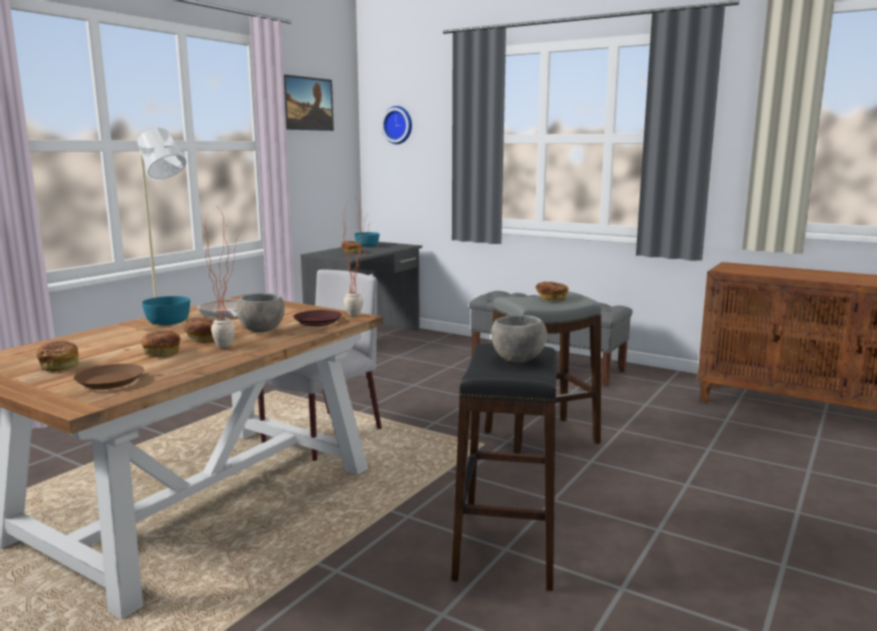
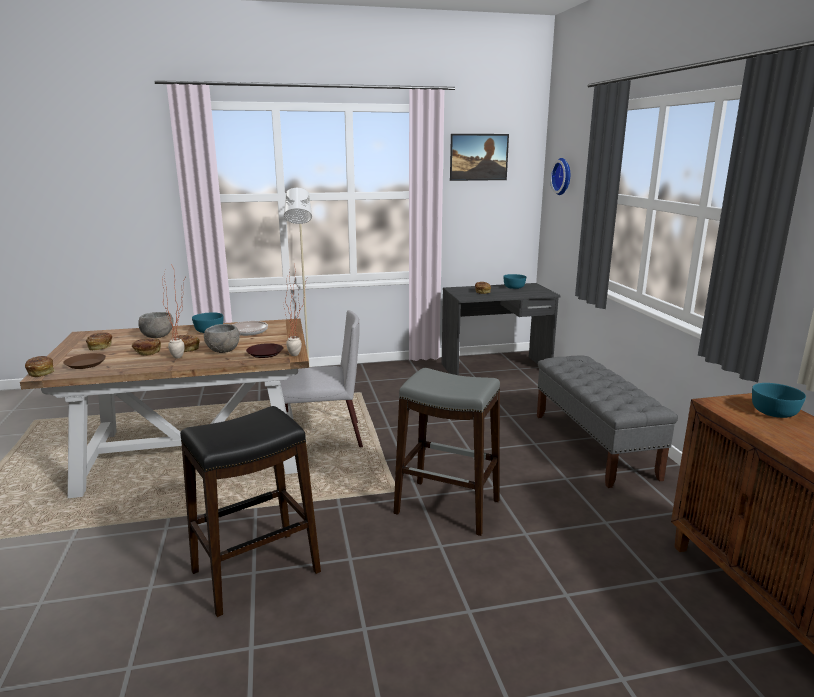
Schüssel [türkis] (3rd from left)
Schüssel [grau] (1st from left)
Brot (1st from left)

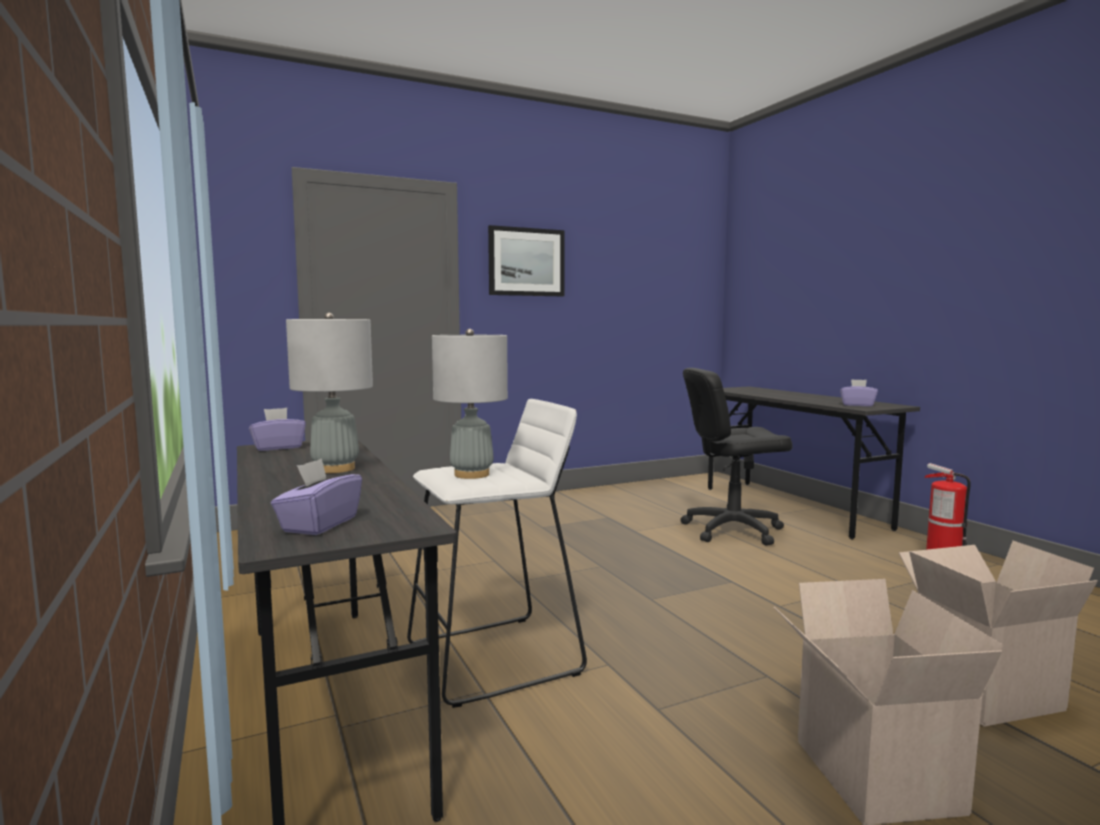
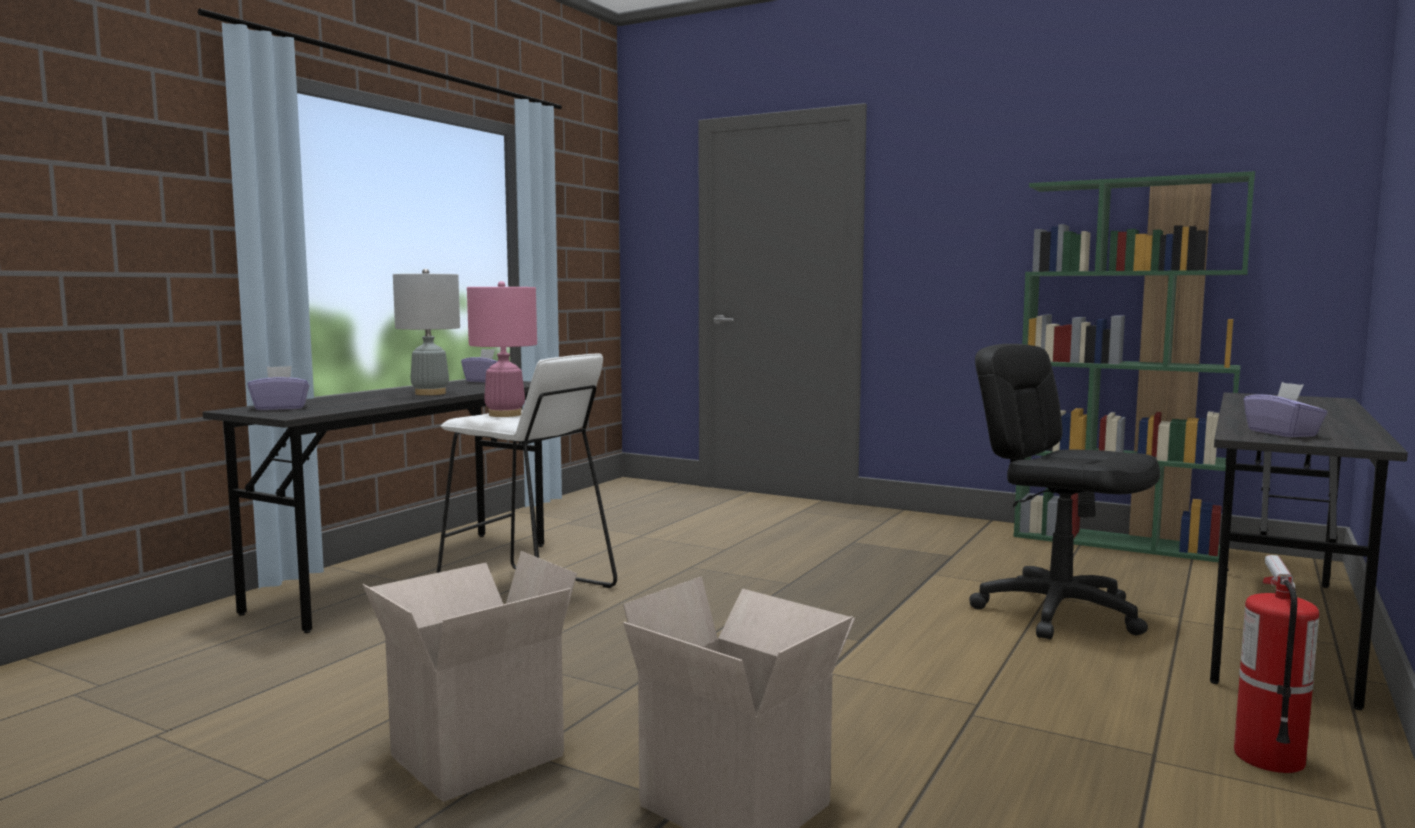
Bild
Bücherregal [grün]
Tischlampe [rosa]

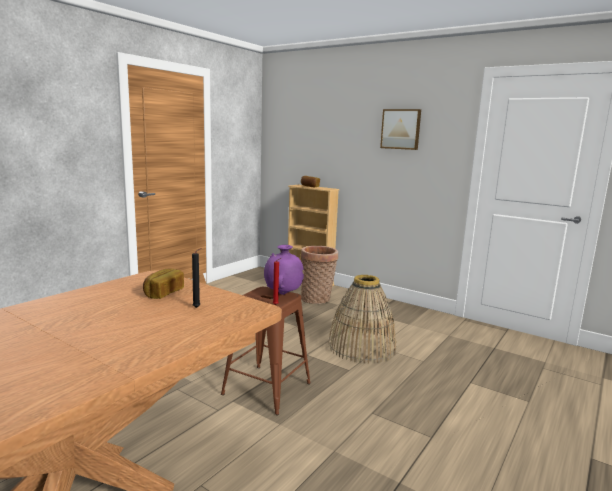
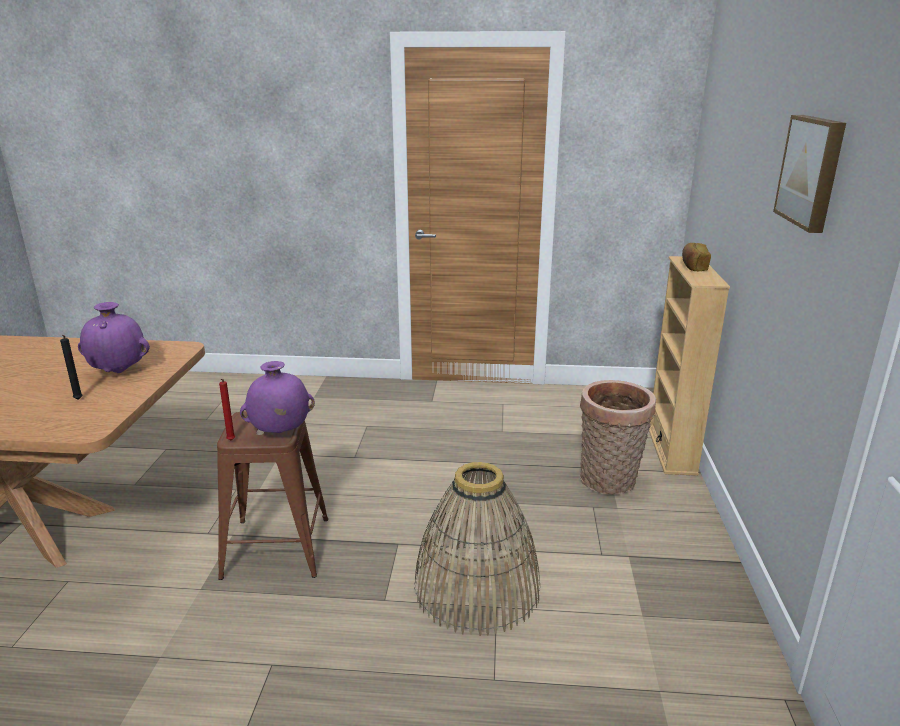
Vase [lila] (1st from left)

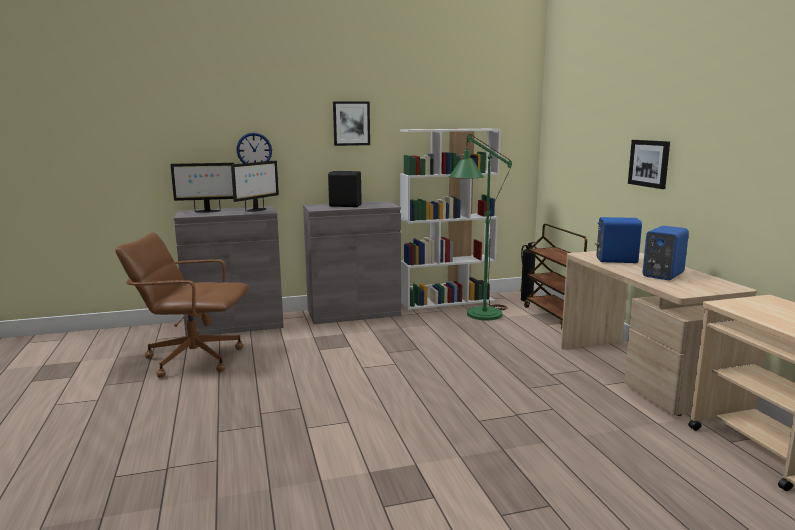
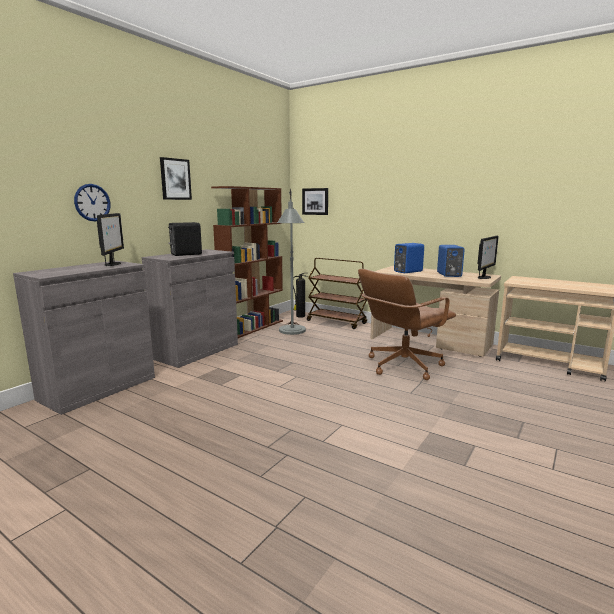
Bürostuhl [braun]
Monitor (2nd from left)
Bild (2nd from left)
Bücherregal [braun]
Stehlampe [grau]

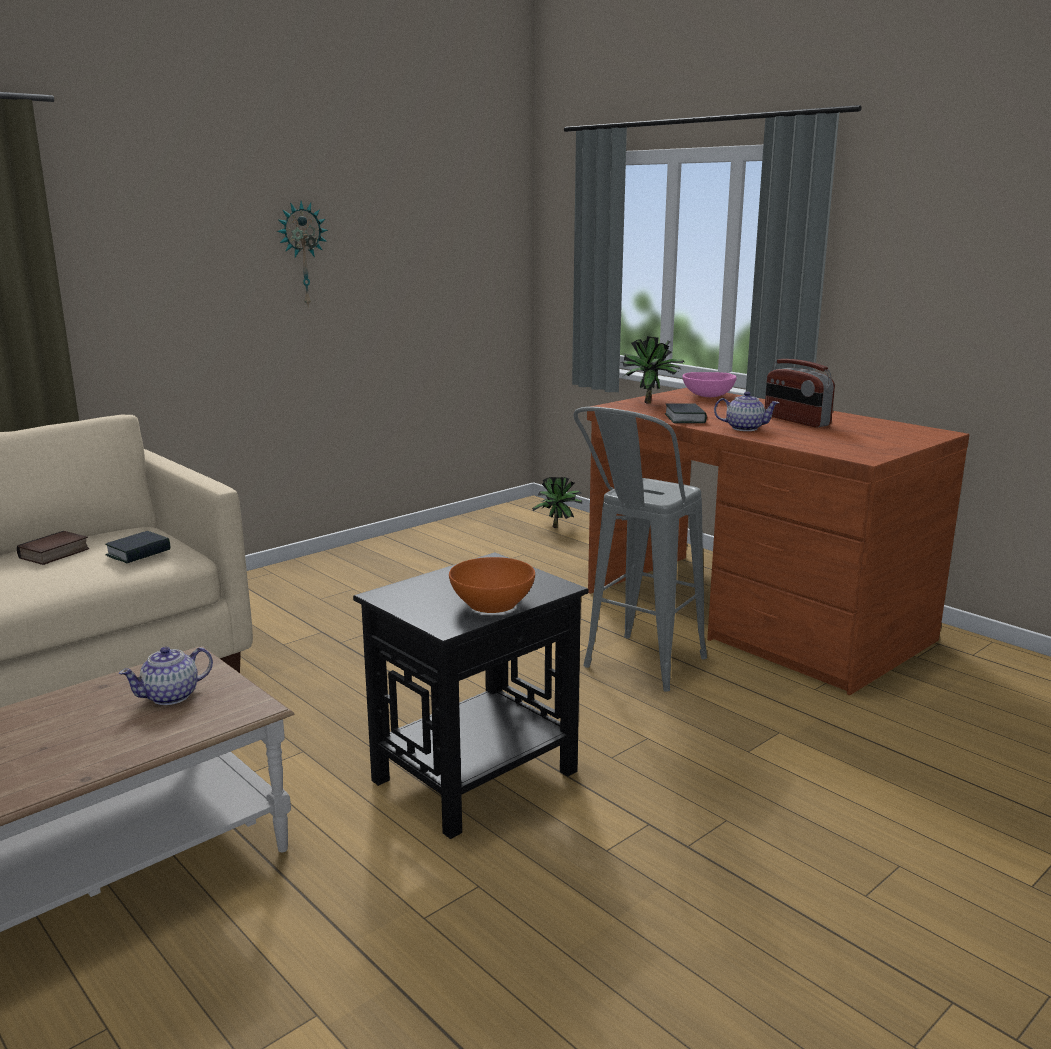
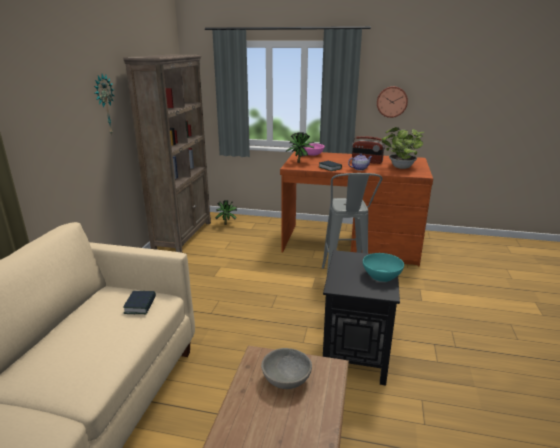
Buch (1st from left in the first image)
Bücherregal [braun]
Wanduhr (2nd from left)
Topfpflanze (3rd from left)
Schüssel [grau]
Schüssel [türkis]

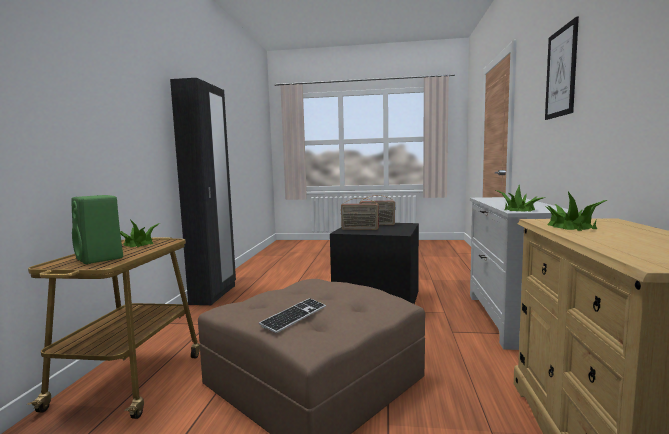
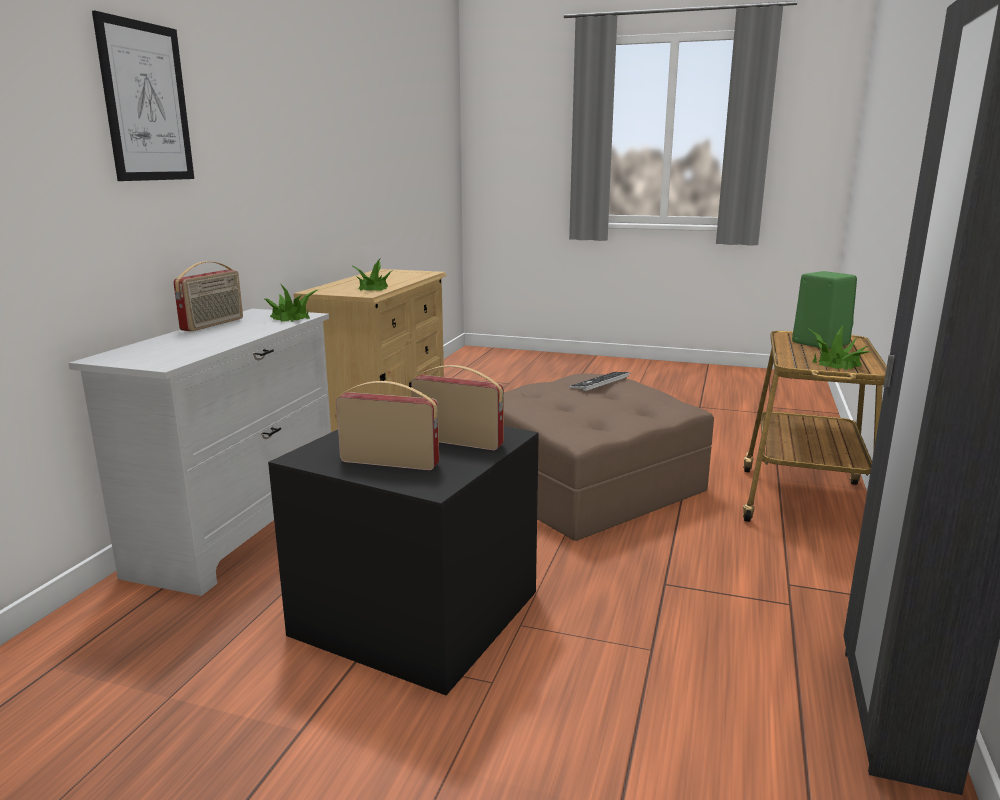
Radio (1st from left)

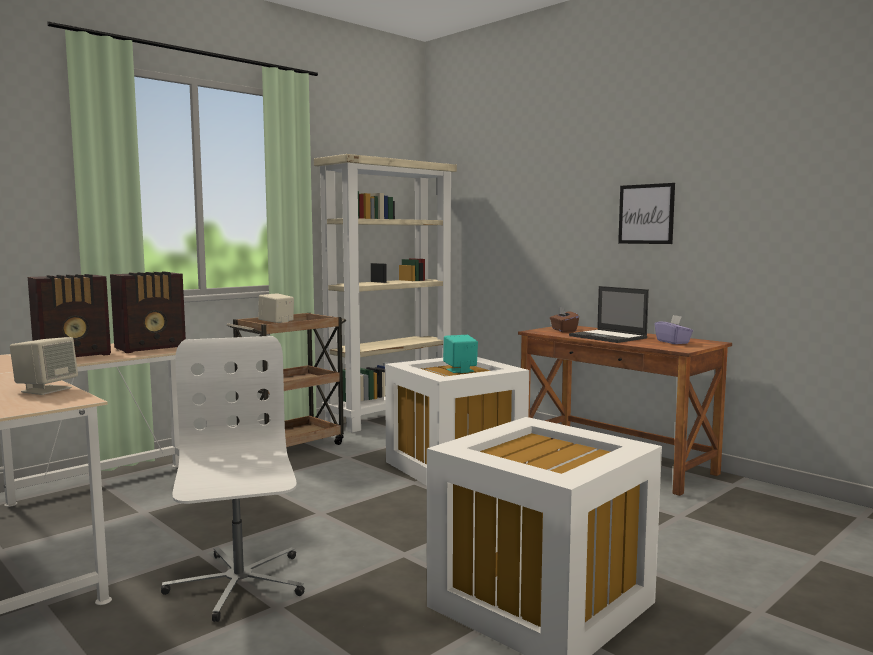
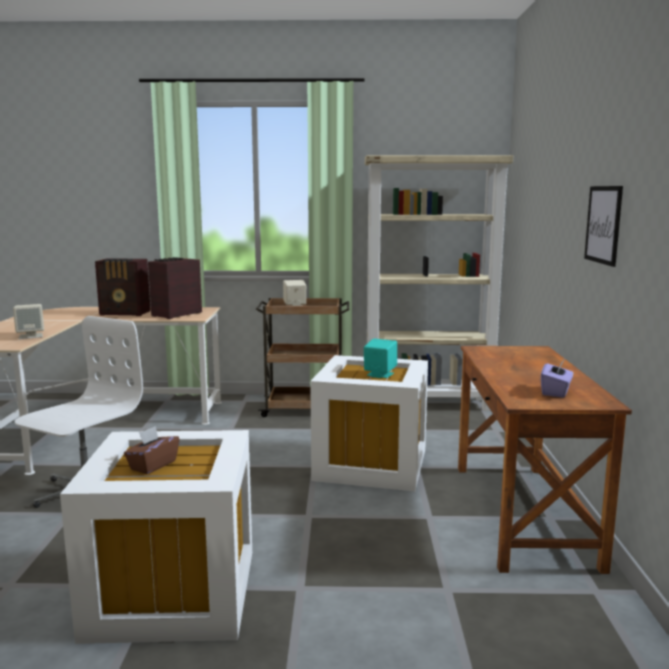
Laptop
Taschentuchbox [braun]
Radio (2nd from left)

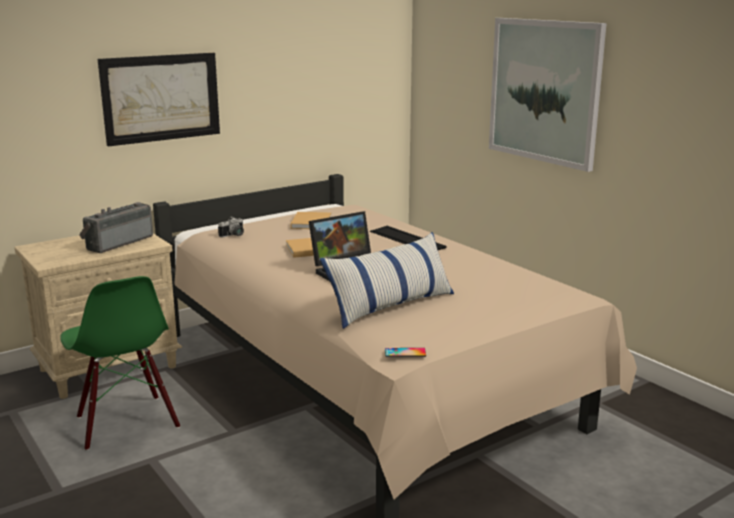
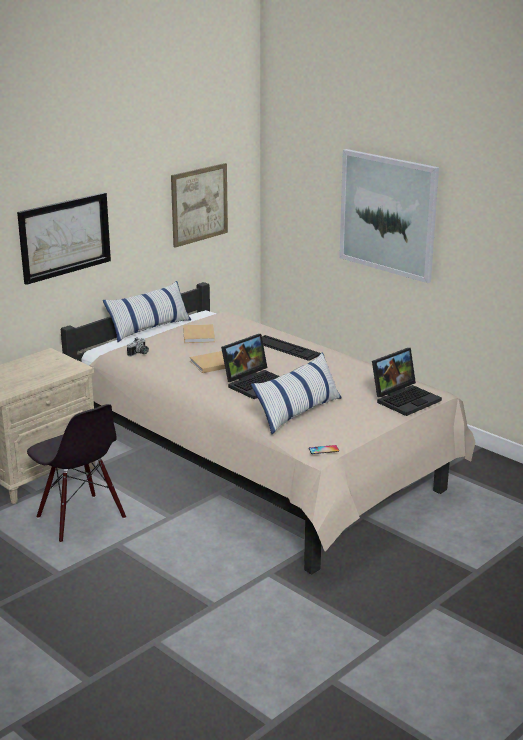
Radio
Kissen (1st from left)
Bild (2nd from left)
Laptop (2nd from left)
Stuhl [schwarz]

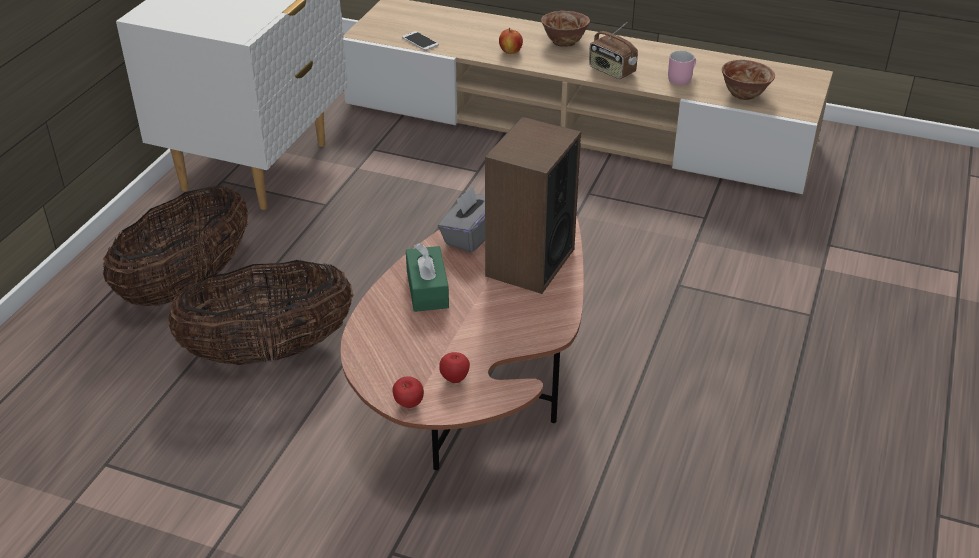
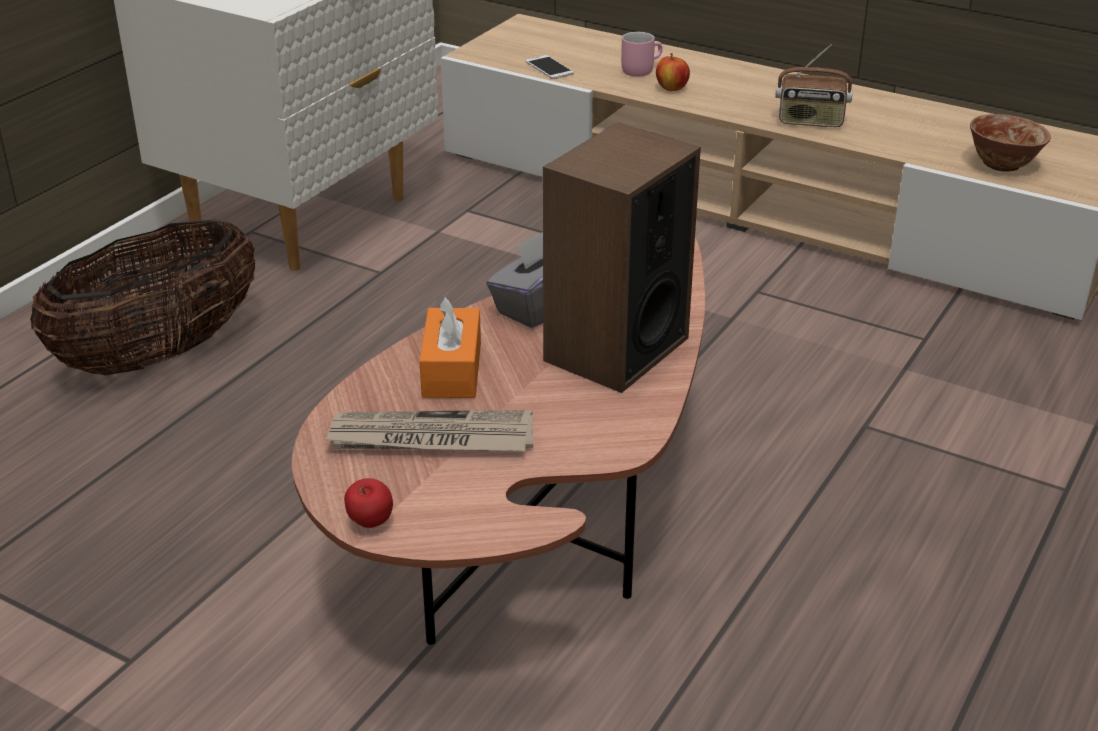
Korb (2nd from left in the first image)
Apfel (2nd from left in the first image)
Schüssel (1st from left in the first image)
Zeitung
Henkelbecher [rosa]
Taschentuchbox [orange]
Radio

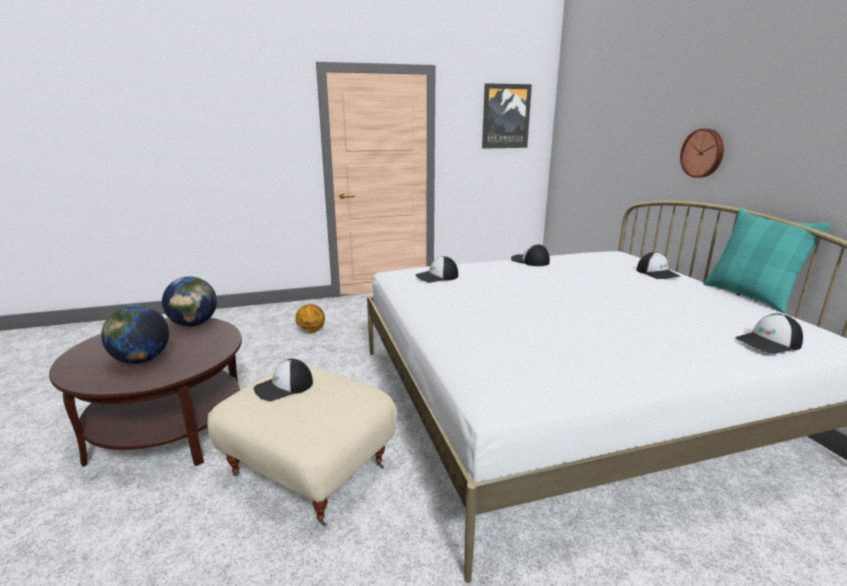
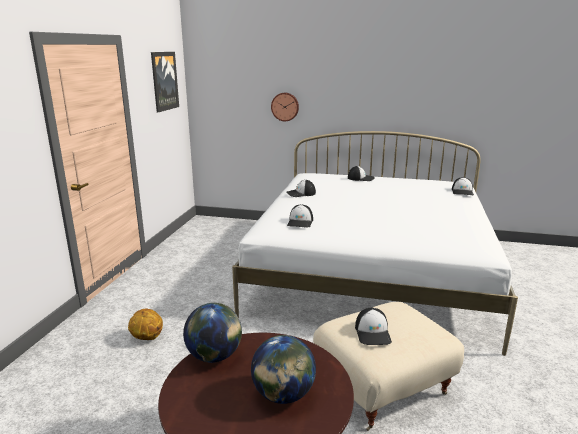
Kissen [türkis]
Wanduhr

